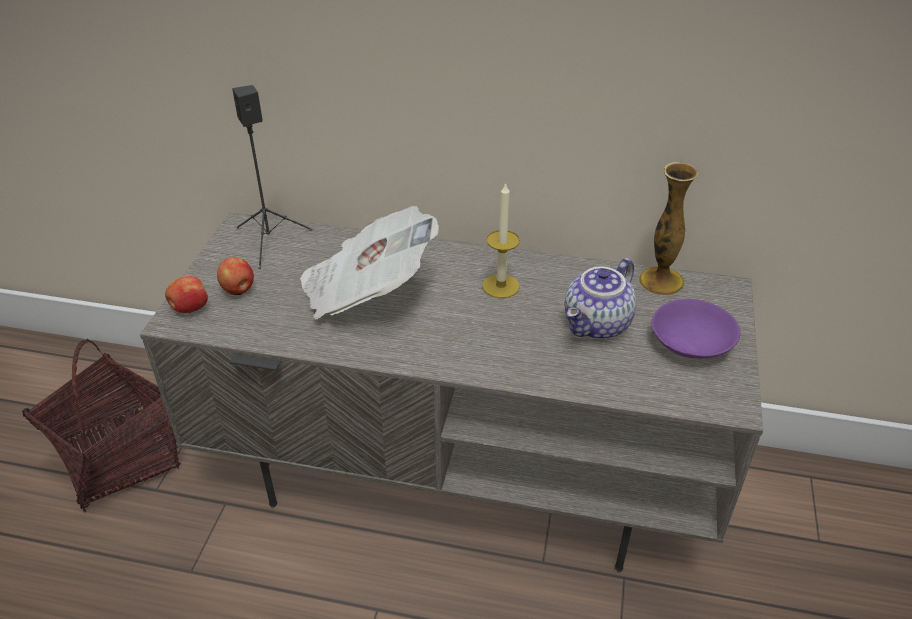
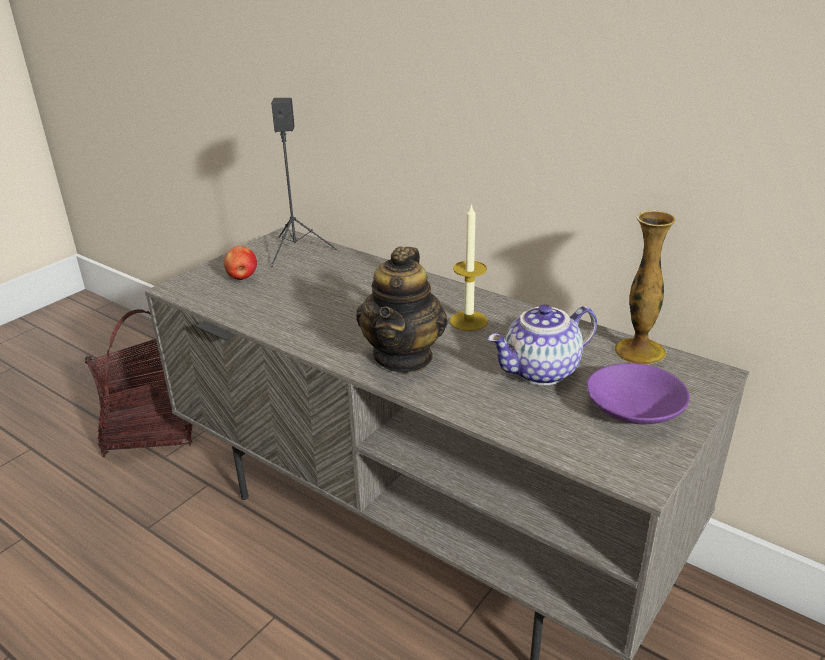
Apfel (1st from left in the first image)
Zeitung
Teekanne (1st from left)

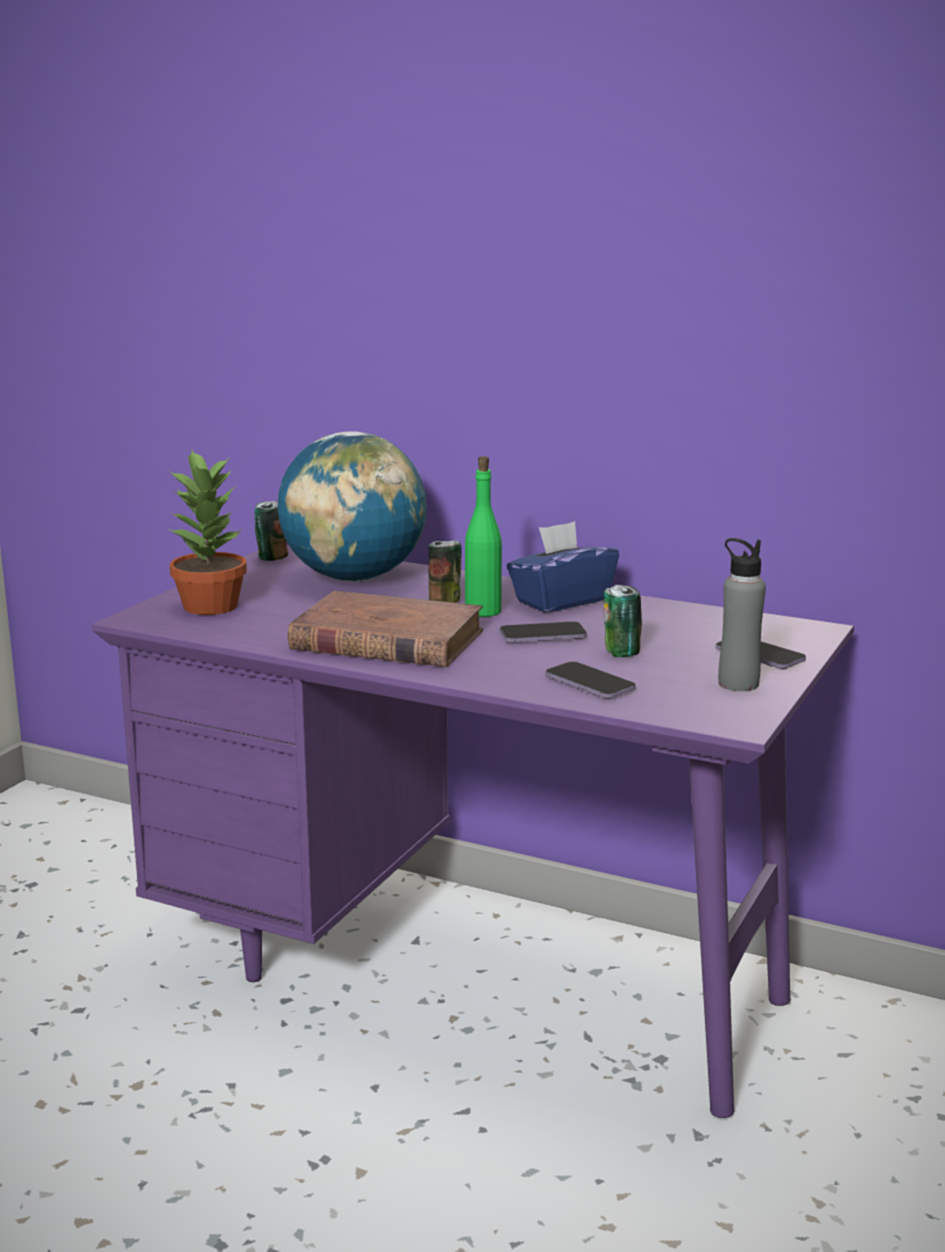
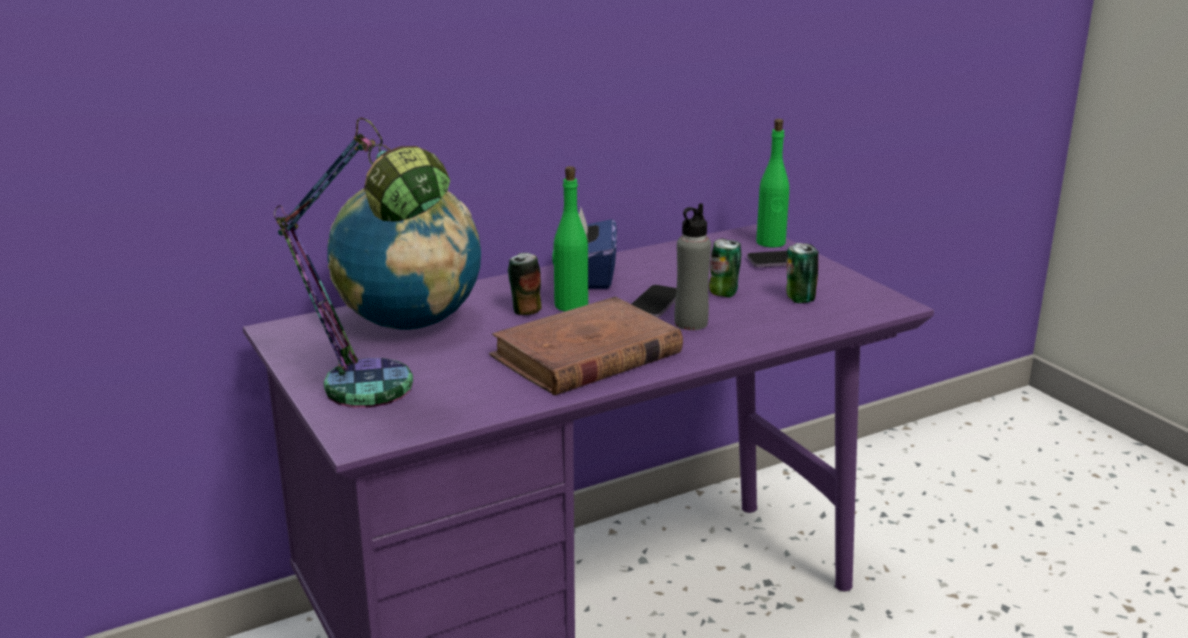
Handy (2nd from left in the first image)
Flasche [grün] (2nd from left)
Dose (3rd from left)
Flasche [grau]
Tischlampe

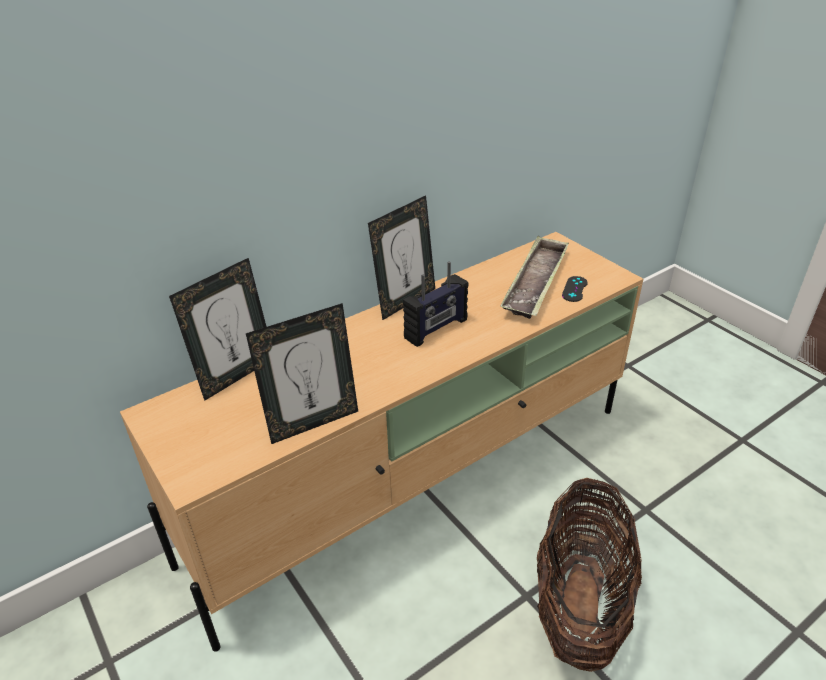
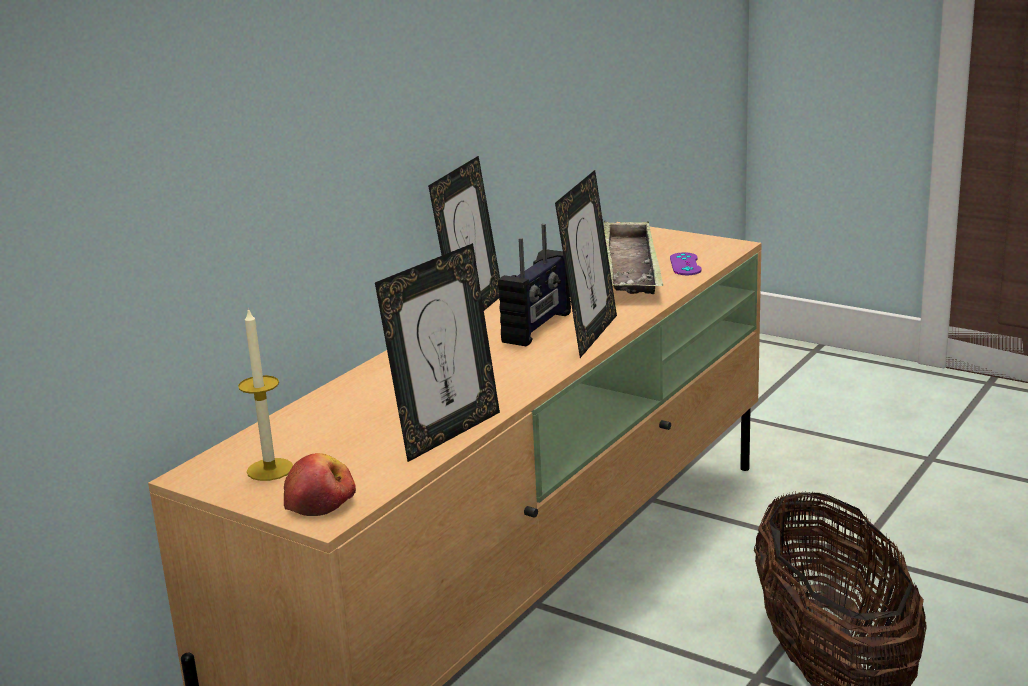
Kerze
Apfel
Bilderrahmen (3rd from left)
Gamepad [lila]

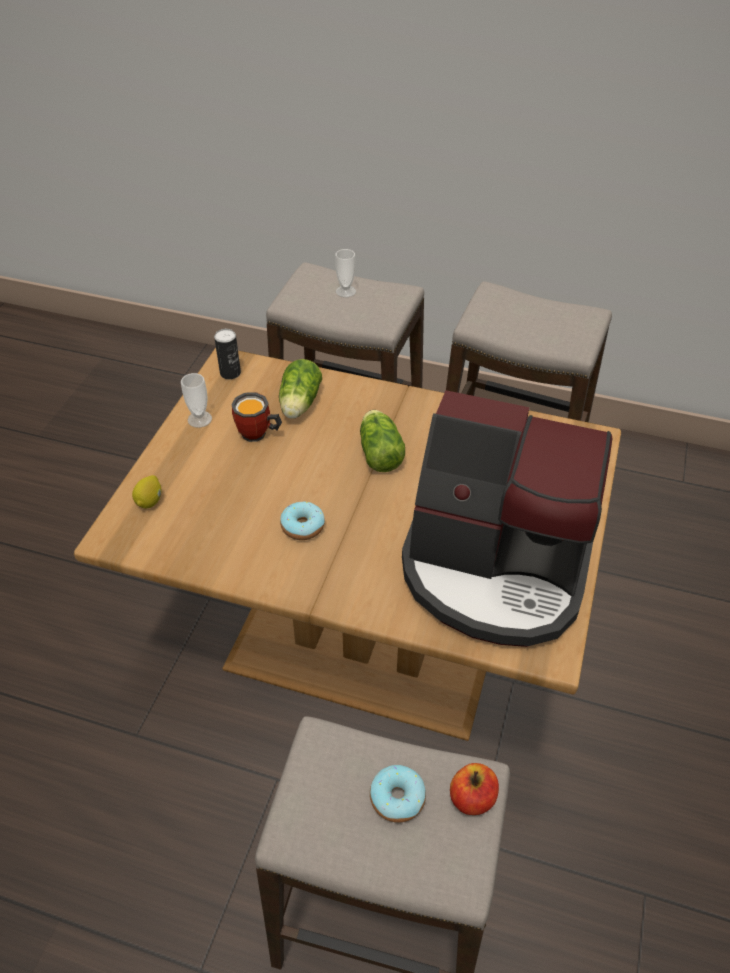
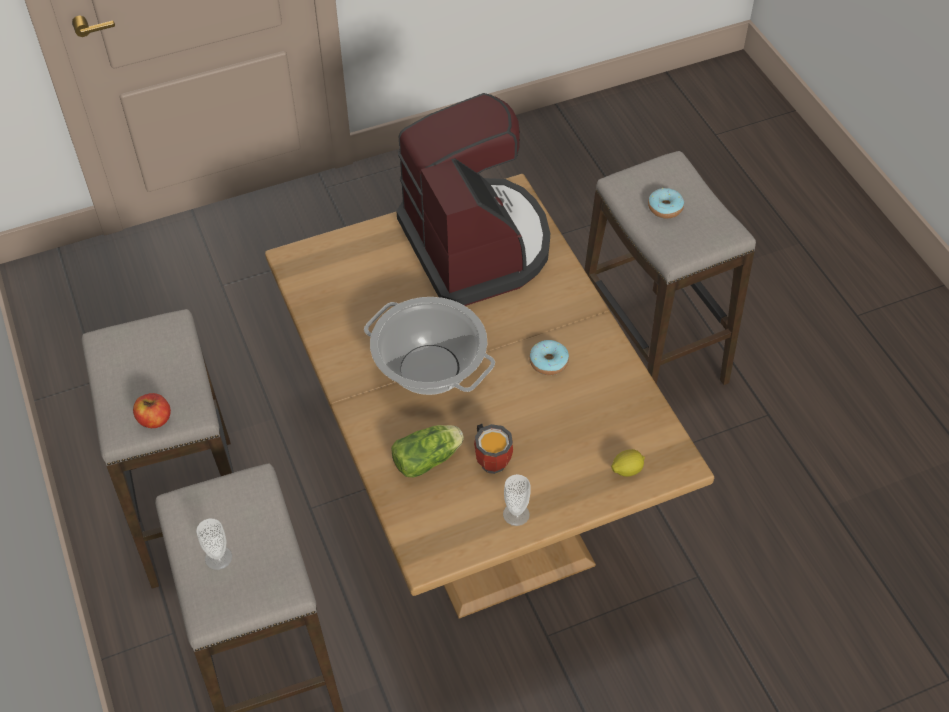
Dose
Apfel
Kochtopf

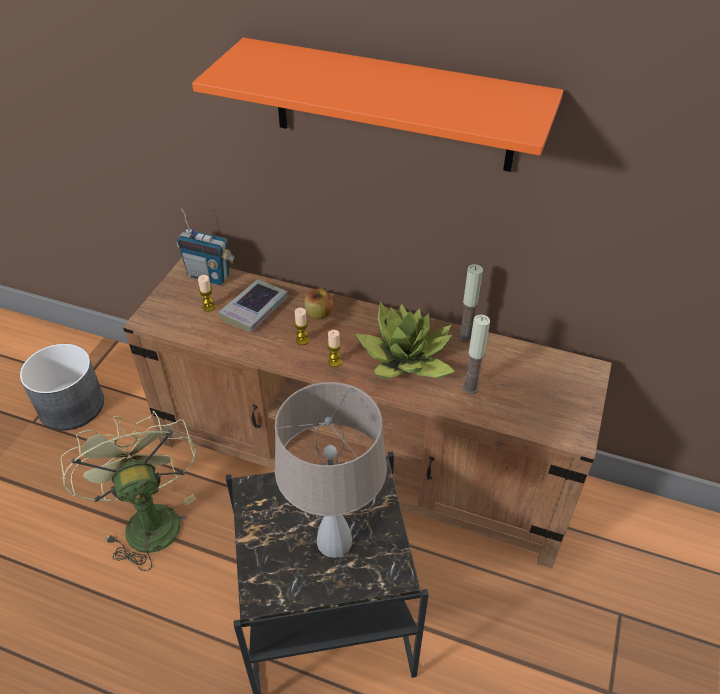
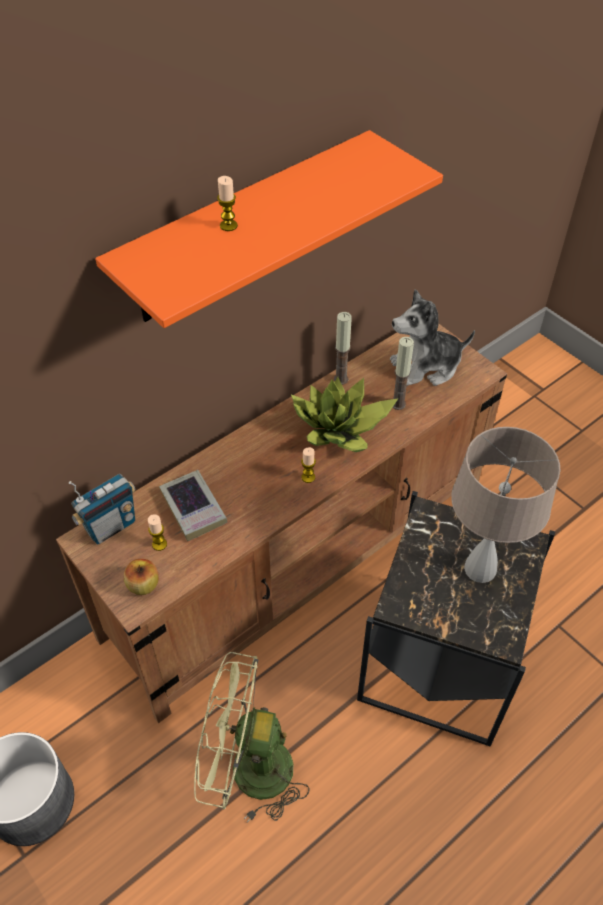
Plüschtier
Kerze (2nd from left)
Apfel

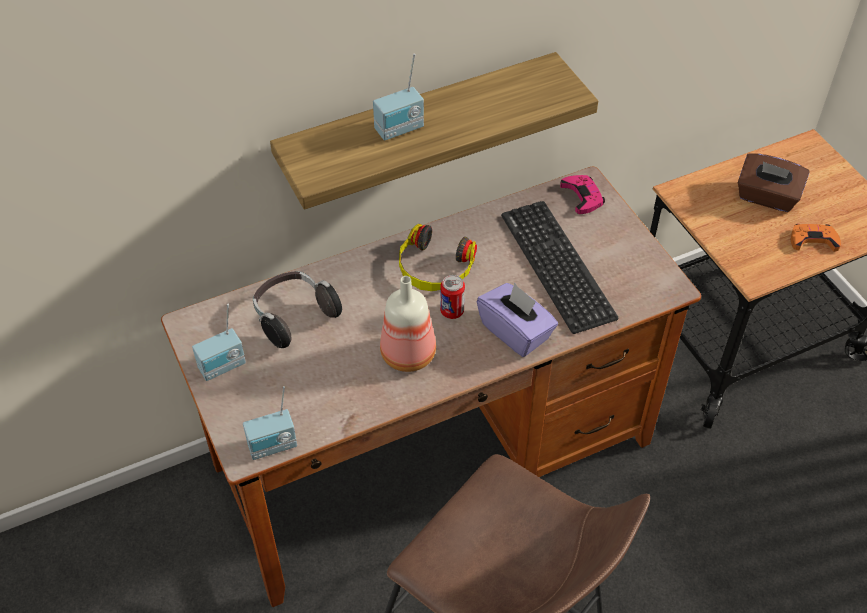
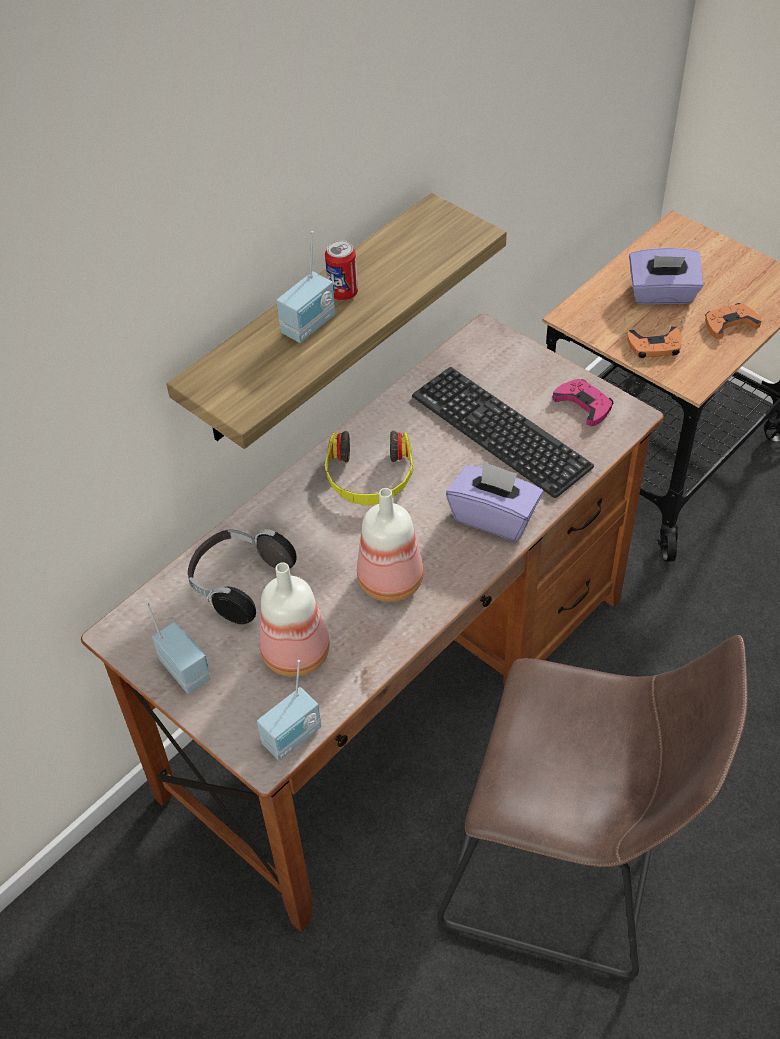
Flasche (1st from left)
Gamepad [orange] (1st from left)
Dose
Gamepad [rosa]
Taschentuchbox [lila] (2nd from left)
Radio (1st from left)

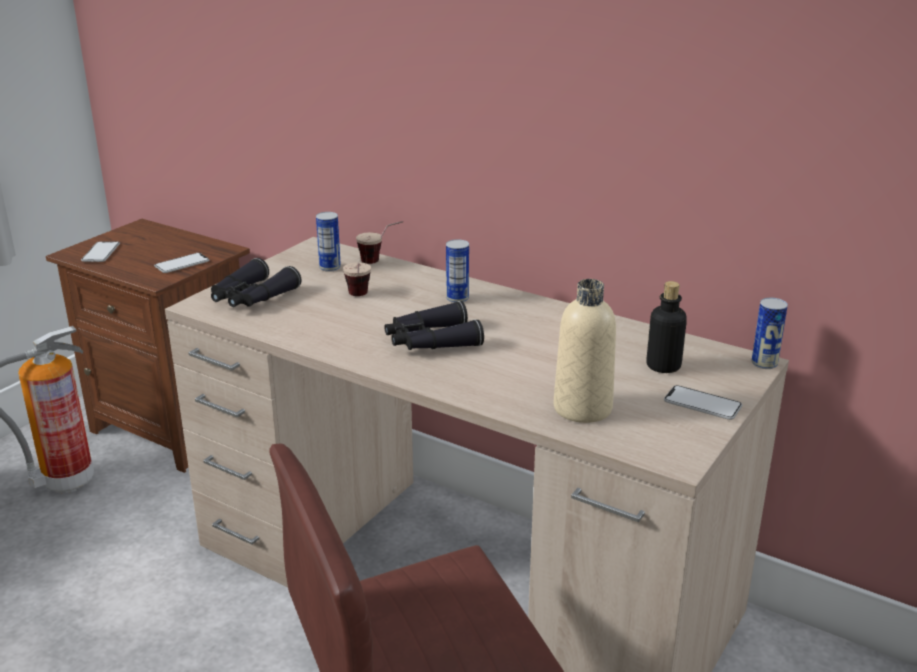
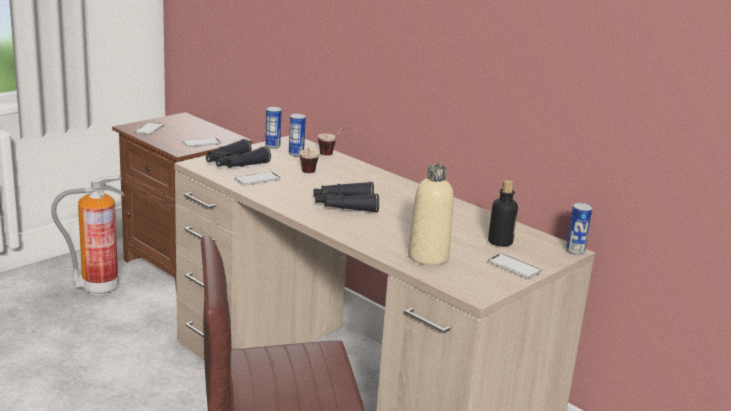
Handy (3rd from left)
Dose (1st from left)

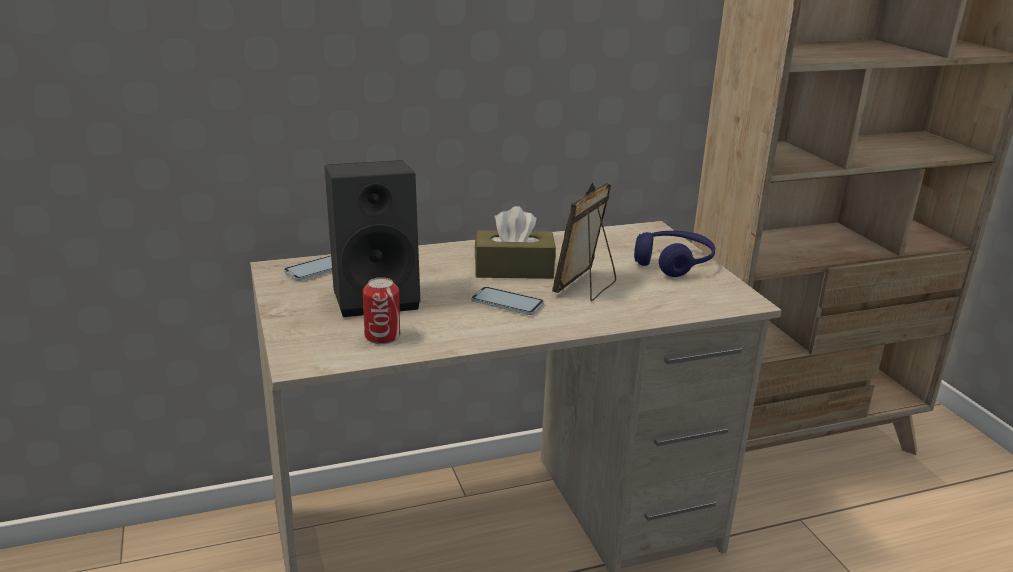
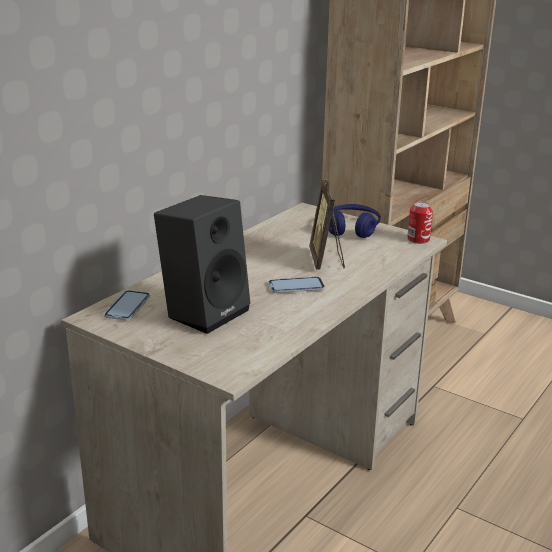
Taschentuchbox [braun]
Dose

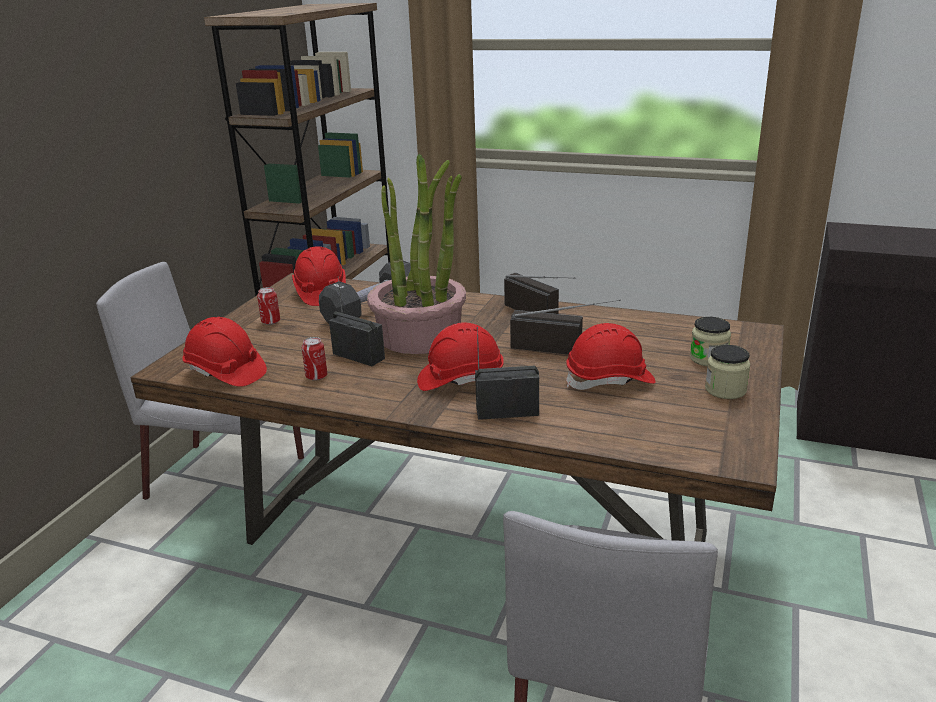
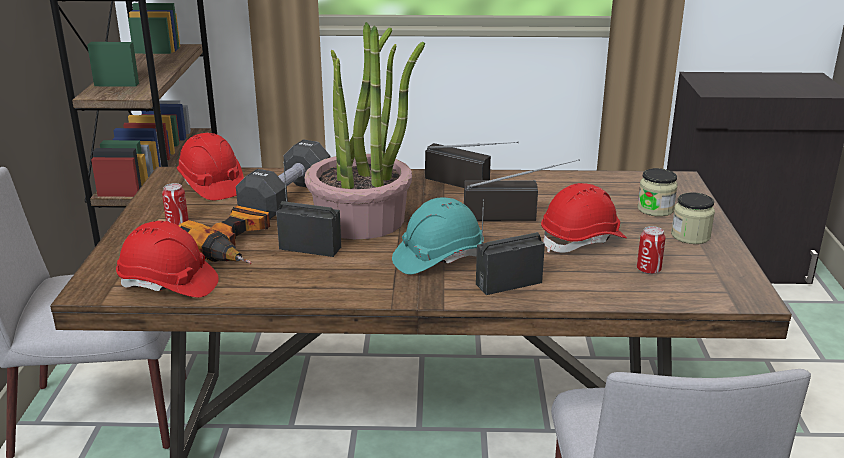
Bohrmaschine
Dose (2nd from left)
Schutzhelm [türkis]

